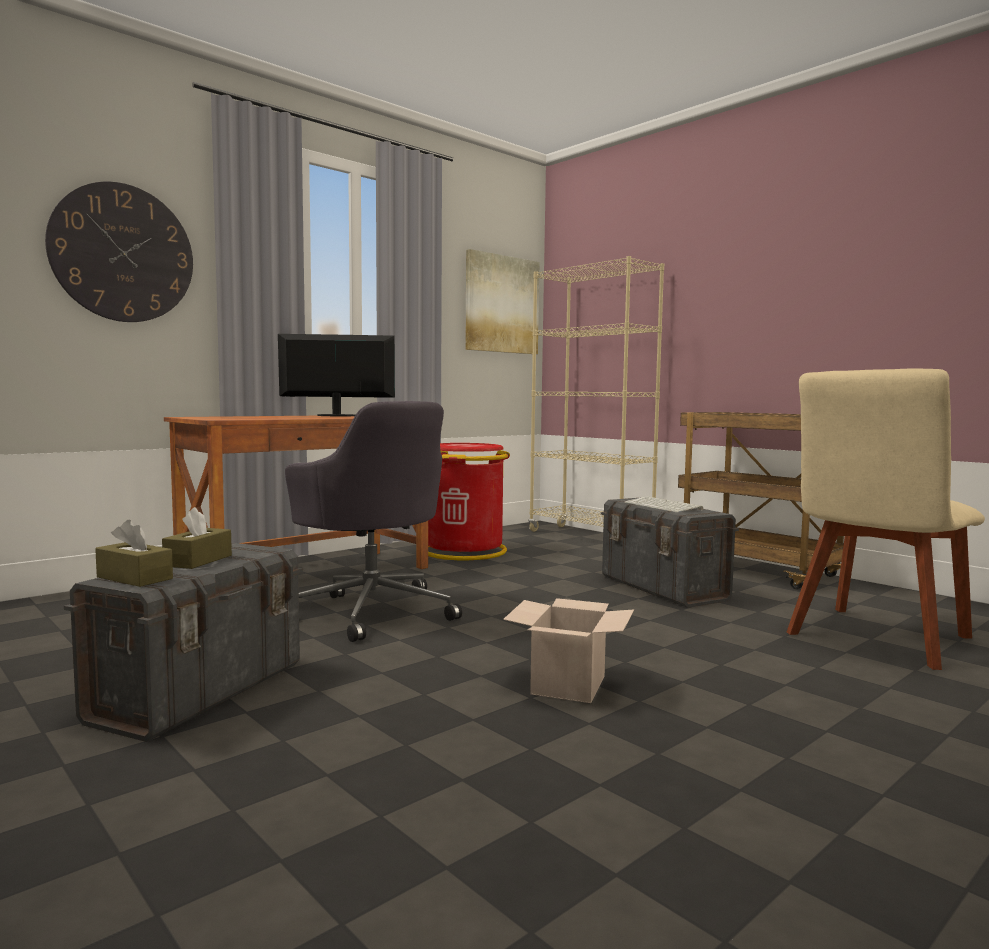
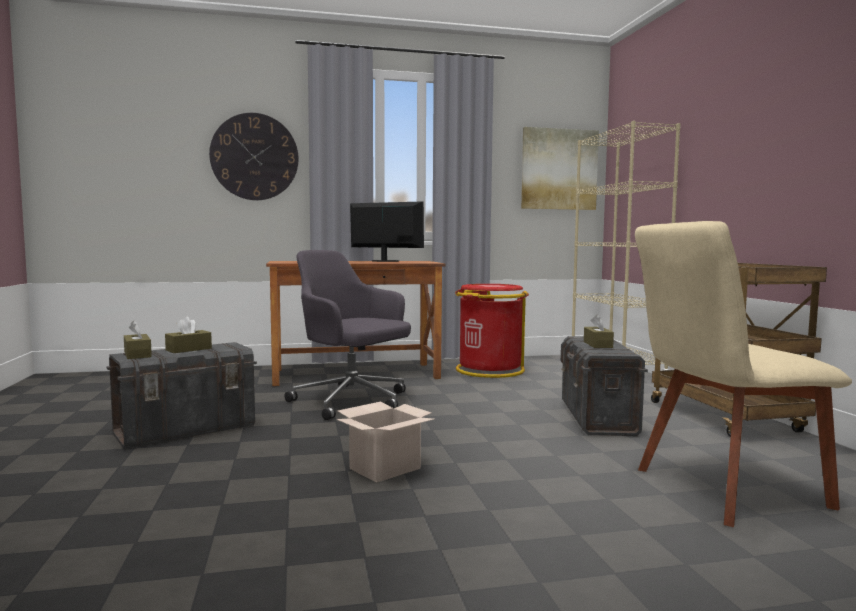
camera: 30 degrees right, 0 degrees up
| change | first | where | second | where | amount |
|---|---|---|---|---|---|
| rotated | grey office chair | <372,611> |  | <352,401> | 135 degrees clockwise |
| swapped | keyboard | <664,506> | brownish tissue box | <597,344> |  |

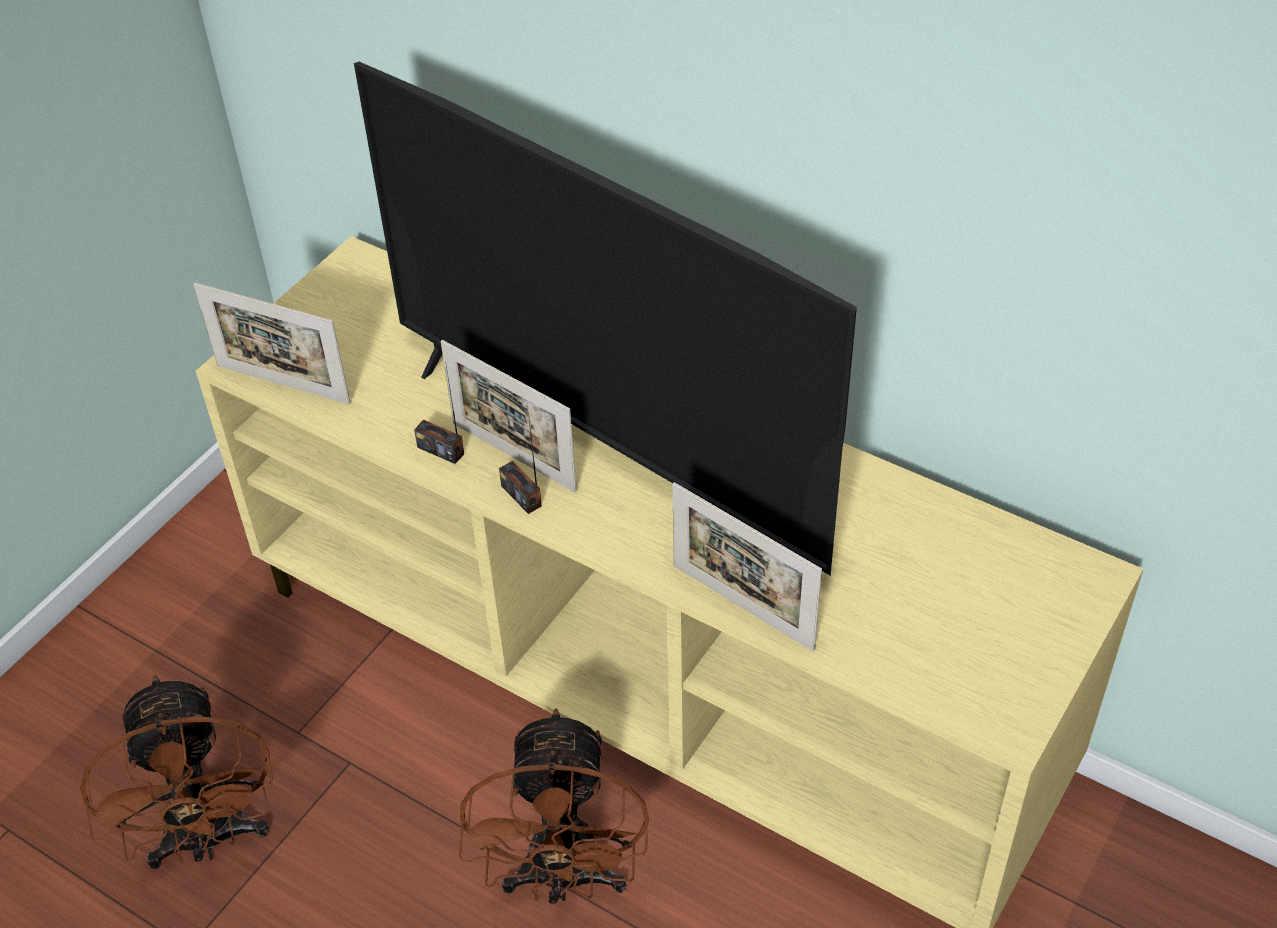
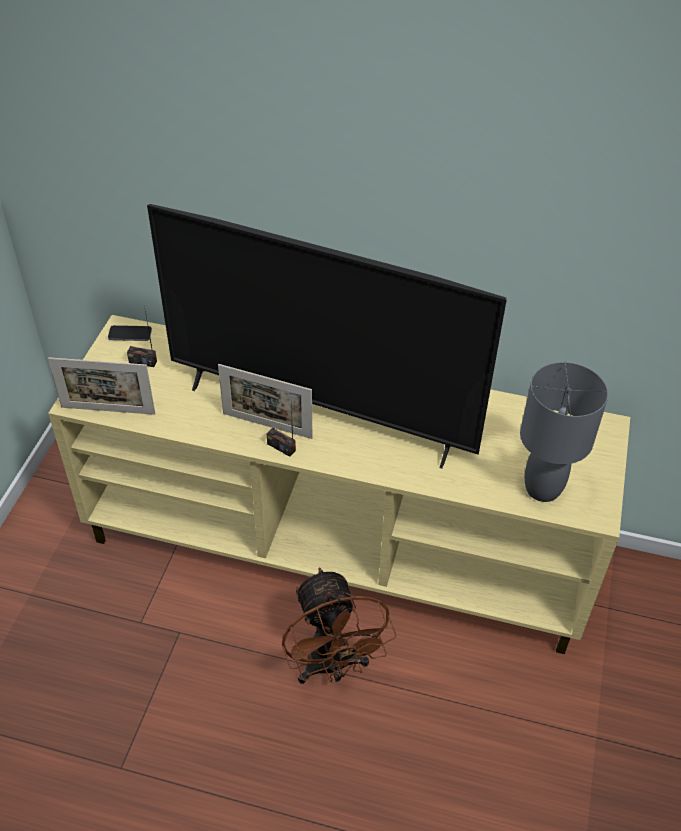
camera: 20 degrees left, 0 degrees up
| change | first | where | second | where | amount |
|---|---|---|---|---|---|
| gone | brownish fan | <208,840> |  |  |  |
| shifted | radio receiver | <441,450> |  | <143,361> |  |
| gone | standing frame | <742,607> |  |  |  |
| new |  |  | phone | <130,334> |  |
| new |  |  | grey table lamp | <542,488> |  |

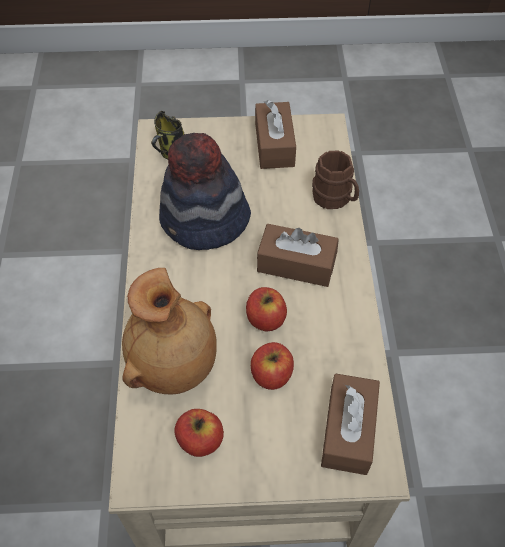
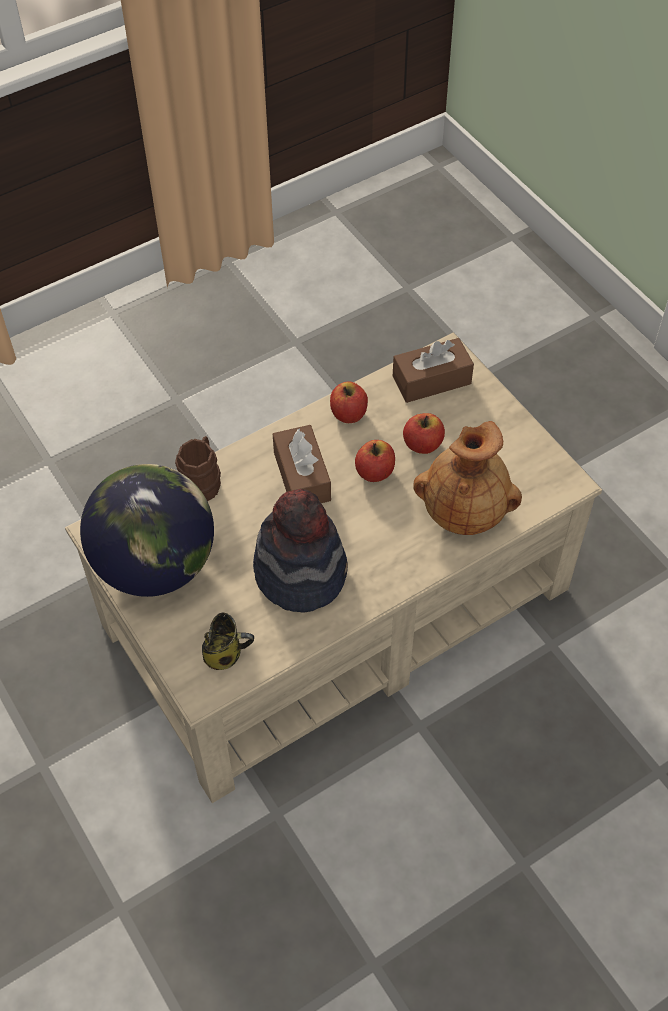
camera: 120 degrees left, 0 degrees up
| change | first | where | second | where | amount |
|---|---|---|---|---|---|
| shifted | apple | <200,440> |  | <348,413> |  |
| swapped | brownish tissue box | <274,145> | globe | <155,565> |  |

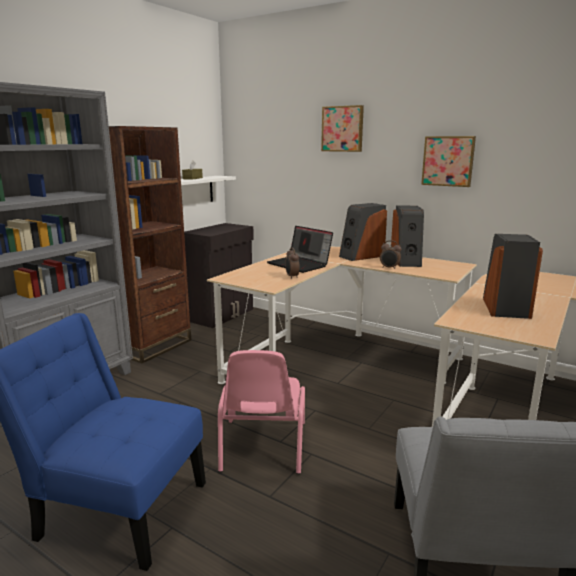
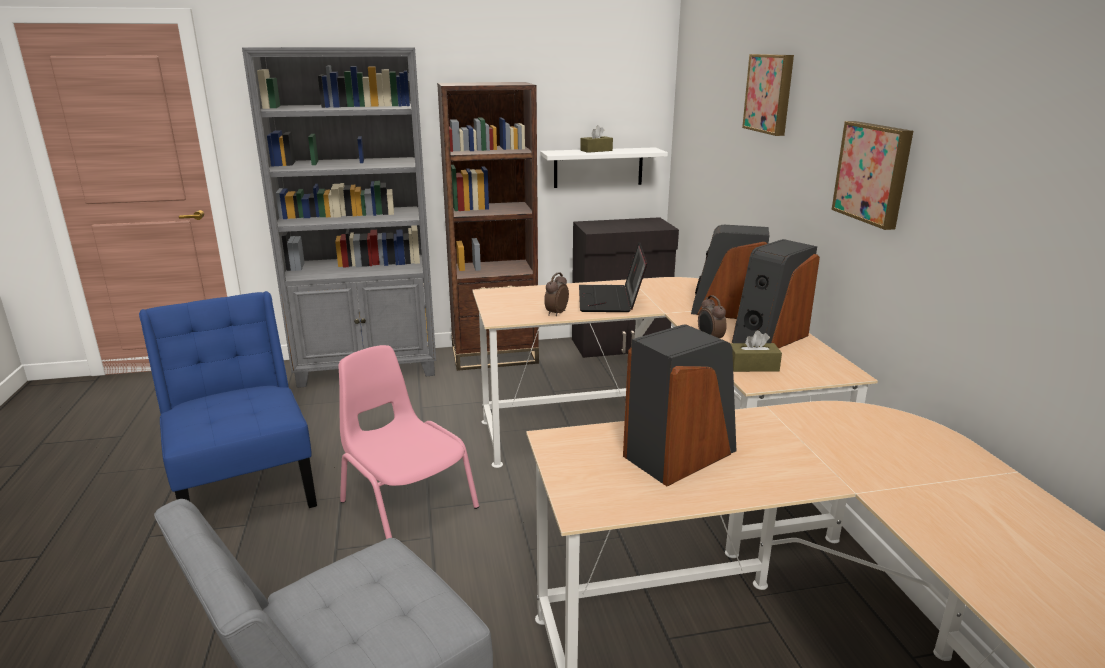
camera: 45 degrees right, 5 degrees up
| change | first | where | second | where | amount |
|---|---|---|---|---|---|
| rotated | pinkish upright chair | <262,447> |  | <407,504> | 90 degrees clockwise |
| new |  |  | brownish tissue box | <752,366> |  |

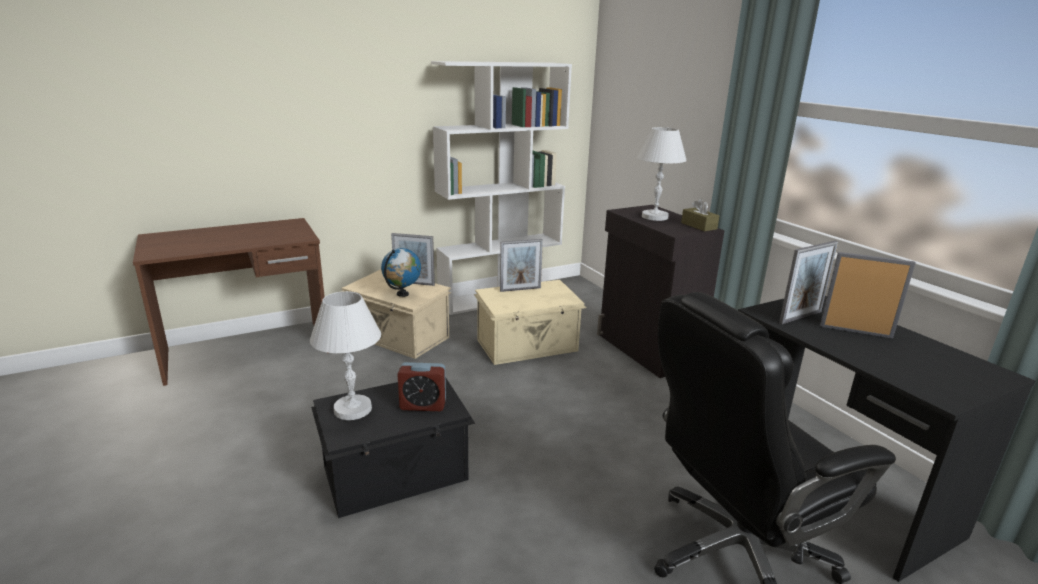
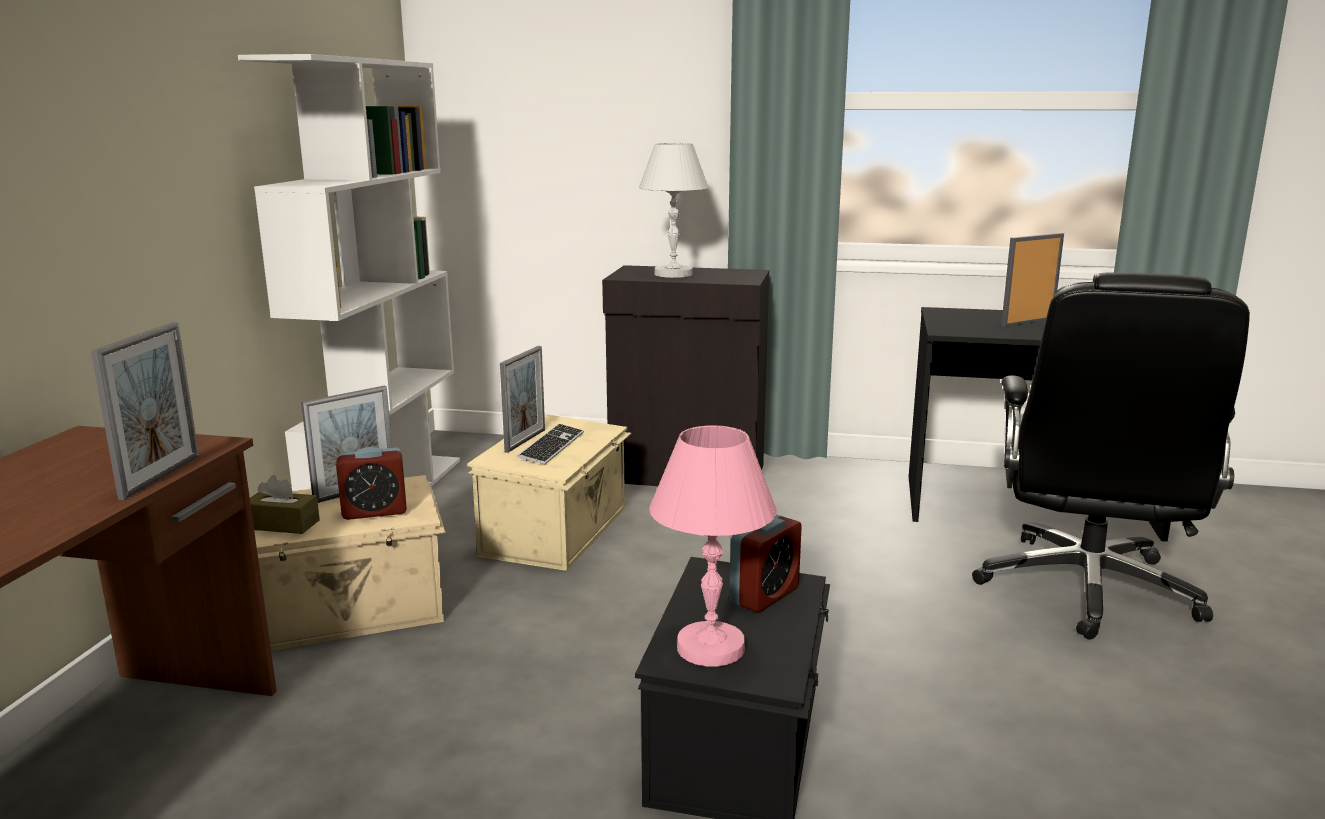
camera: 50 degrees left, 5 degrees down
| change | first | where | second | where | amount |
|---|---|---|---|---|---|
| repainted | white-coloured table lamp | <353,409> | pinkish table lamp | <712,647> |  |
| swapped | globe | <402,294> | bedside clock | <374,512> |  |
| shifted | brownish tissue box | <698,226> |  | <282,524> |  |
| shifted | standing frame | <800,317> |  | <161,477> |  |
| new |  |  | keyboard | <552,446> |  |

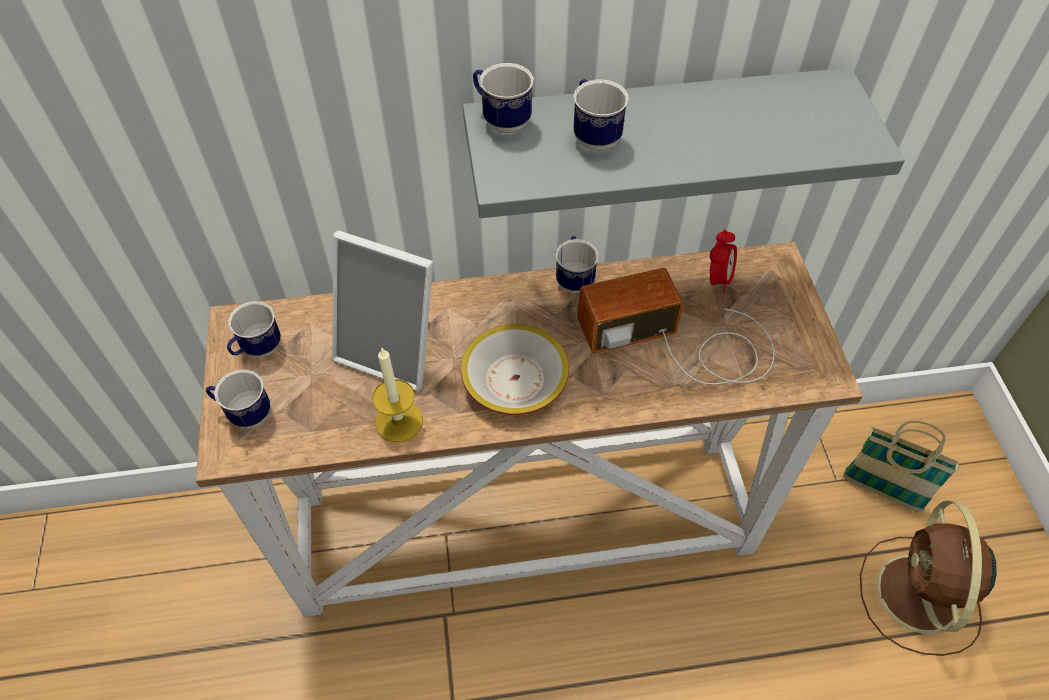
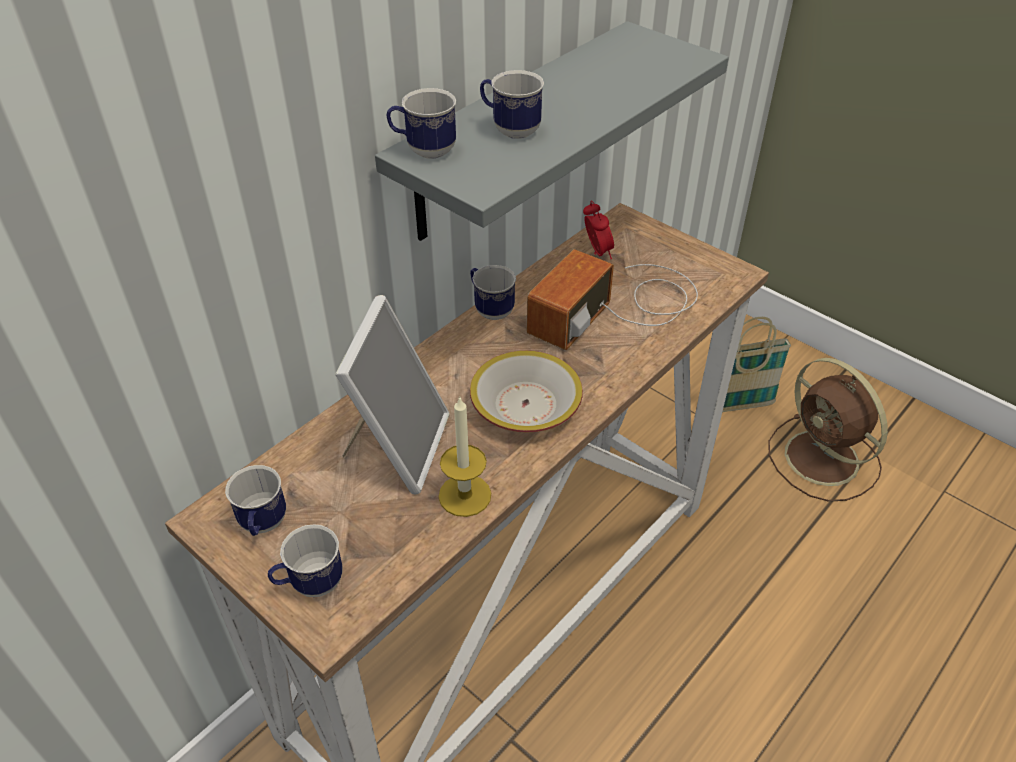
camera: 40 degrees left, 10 degrees down
| change | first | where | second | where | amount |
|---|---|---|---|---|---|
| rotated | standing frame | <393,350> |  | <397,446> | 60 degrees counterclockwise |

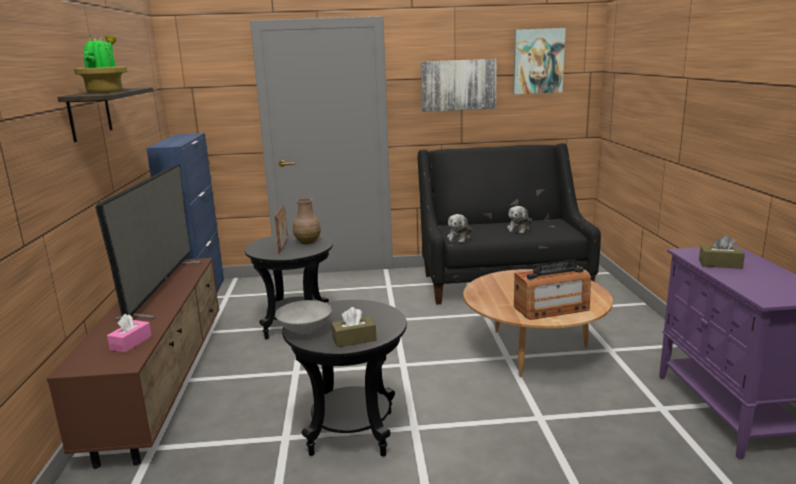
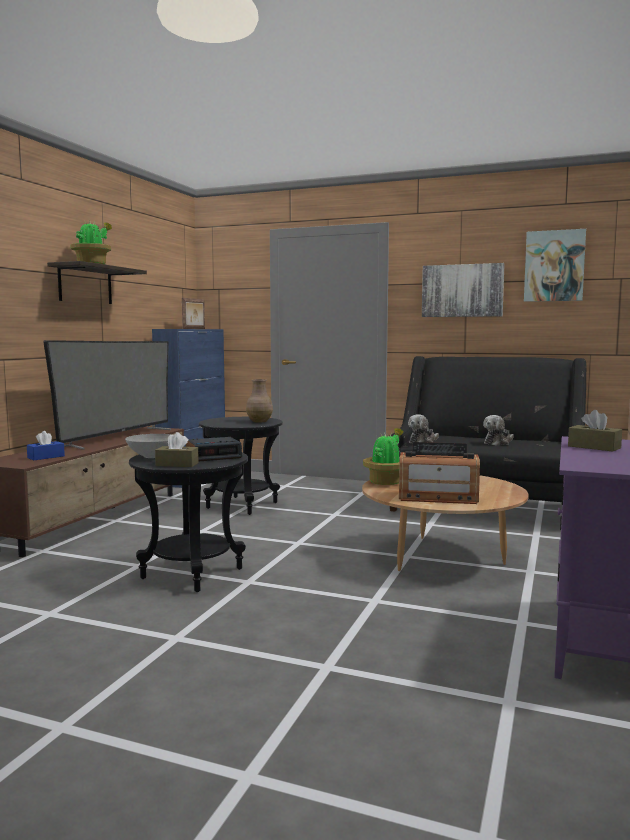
camera: 25 degrees right, 10 degrees down
| change | first | where | second | where | amount |
|---|---|---|---|---|---|
| repainted | pinkish tissue box | <131,343> | blue tissue box | <46,457> |  |
| shifted | standing frame | <283,246> |  | <194,328> |  |
| new |  |  | bedside clock | <214,456> |  |
| new |  |  | plant in a pot | <386,482> |  |

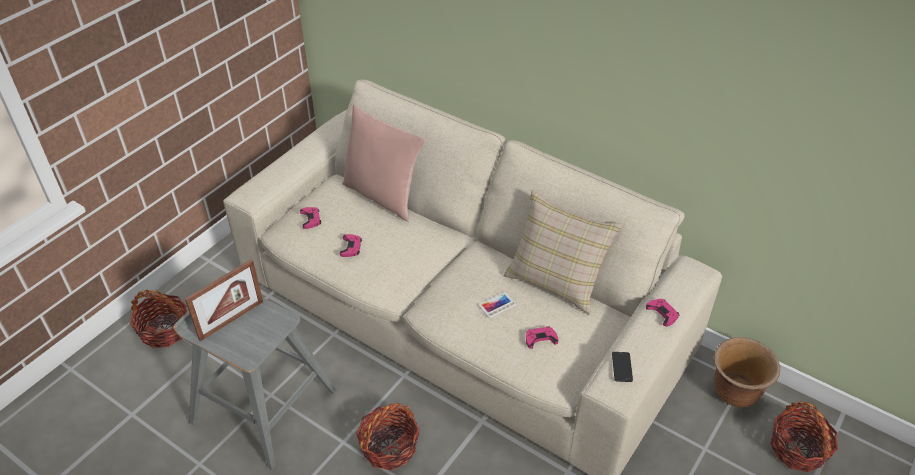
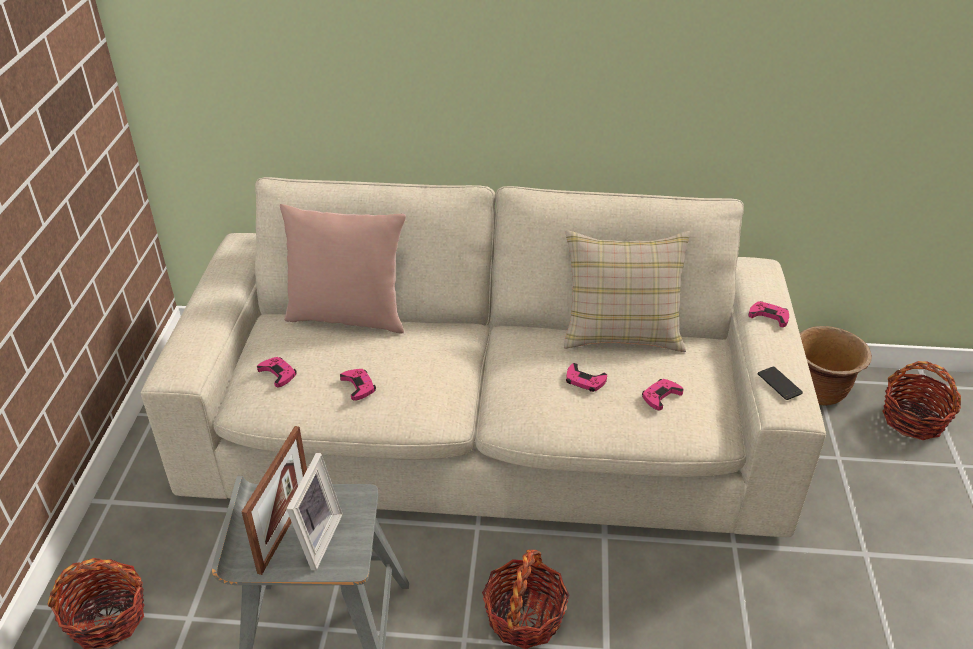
camera: 30 degrees left, 5 degrees down
| change | first | where | second | where | amount |
|---|---|---|---|---|---|
| swapped | phone | <497,305> | pinkish gamepad | <584,381> |  |
| new |  |  | standing frame | <314,538> |  |

